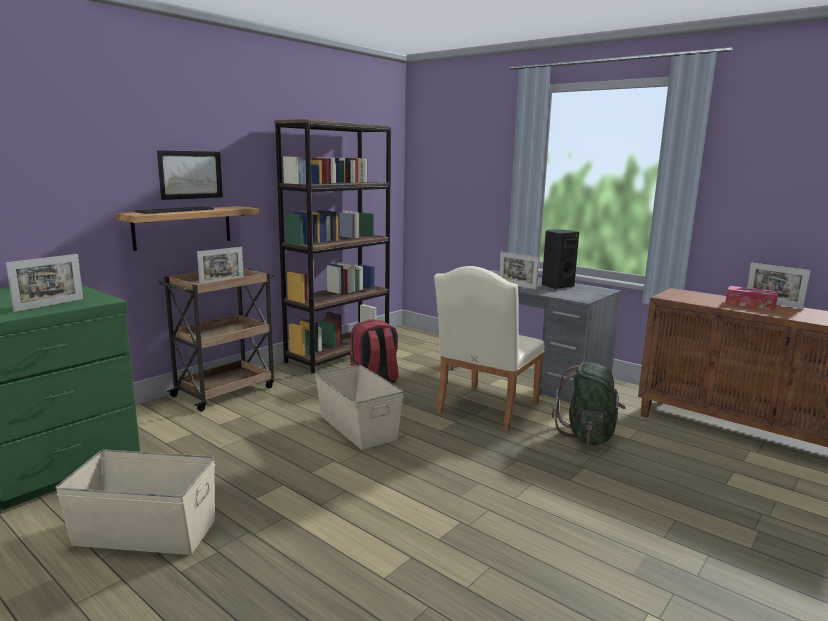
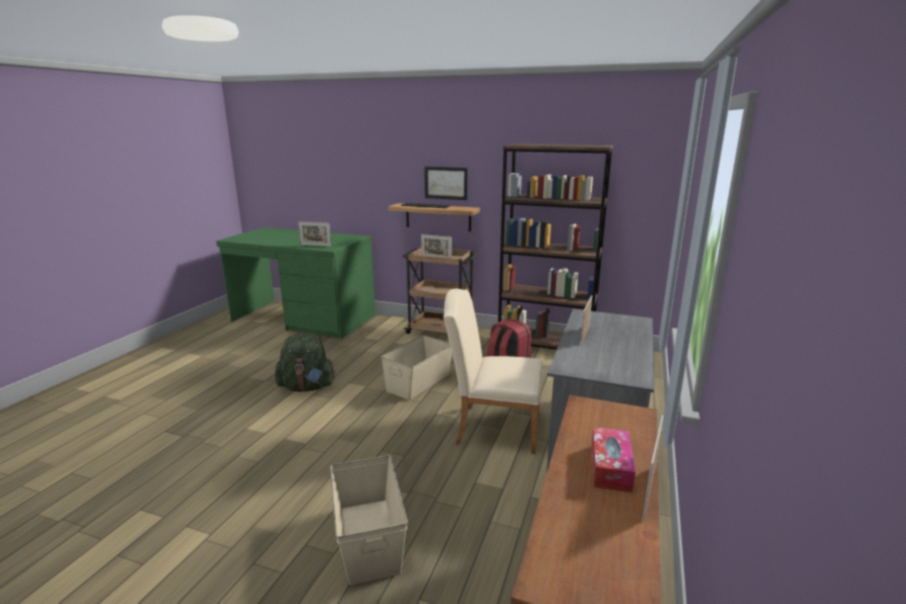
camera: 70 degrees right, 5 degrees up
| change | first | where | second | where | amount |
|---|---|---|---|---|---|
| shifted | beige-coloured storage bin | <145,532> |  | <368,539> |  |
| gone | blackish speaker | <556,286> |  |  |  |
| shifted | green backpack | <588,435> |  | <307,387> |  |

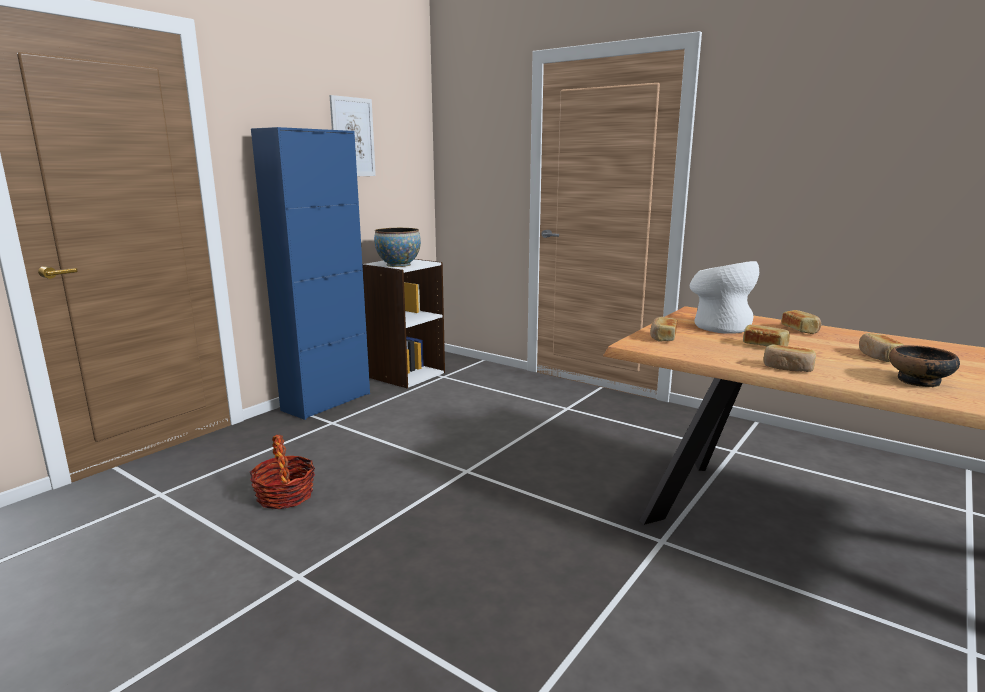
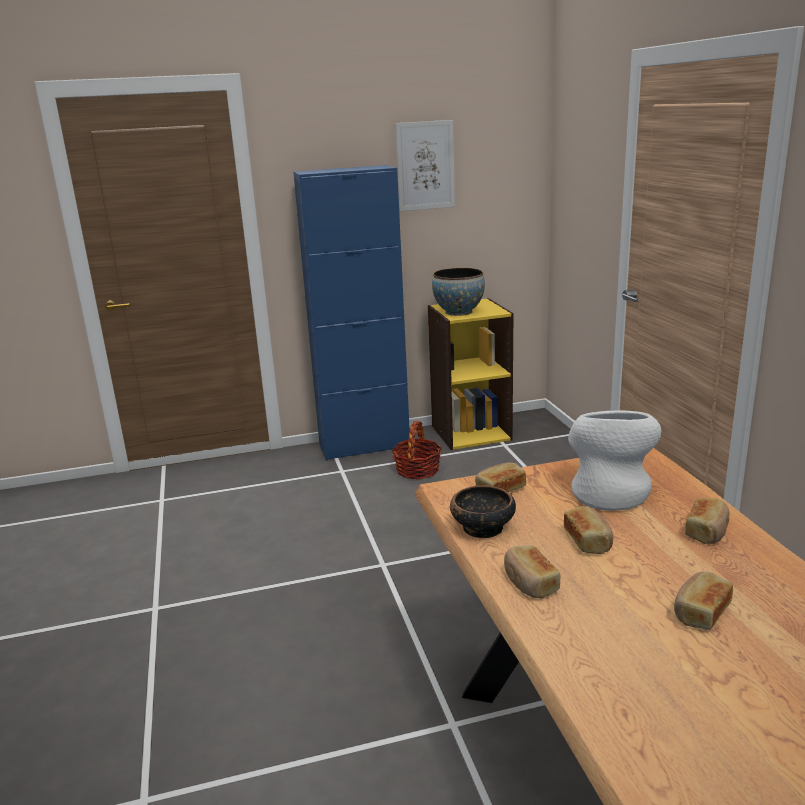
camera: 40 degrees right, 5 degrees up
| change | first | where | second | where | amount |
|---|---|---|---|---|---|
| shifted | household basket | <285,496> |  | <417,470> |  |
| repainted | white-coloured bookshelf | <405,374> | yellow-coloured bookshelf | <470,432> |  |
| shifted | serving bowl | <919,381> |  | <482,528> |  |

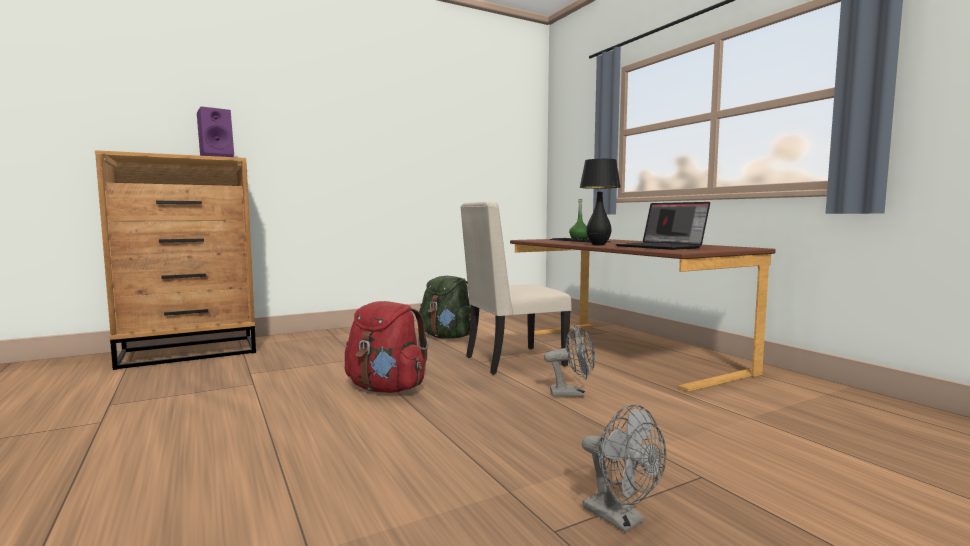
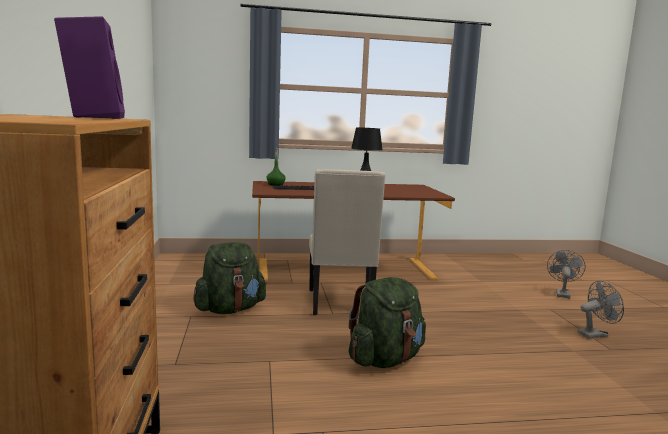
camera: 70 degrees left, 5 degrees up
| change | first | where | second | where | amount |
|---|---|---|---|---|---|
| repainted | red backpack | <386,388> | green backpack | <385,360> |  |
| shifted | grey fan | <572,393> |  | <562,293> |  |
| gone | portable computer | <662,247> |  |  |  |

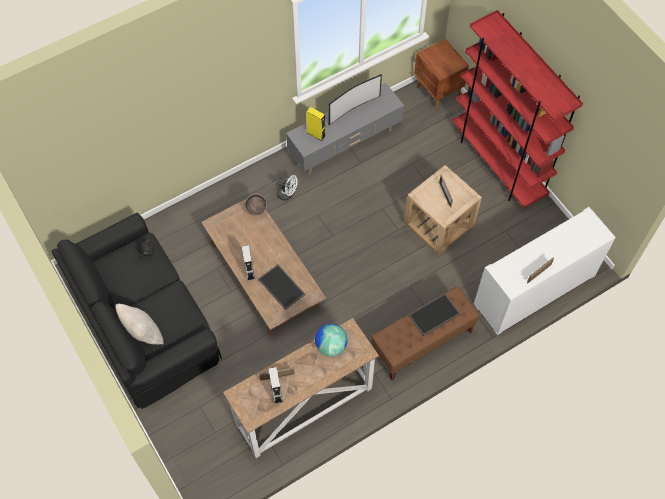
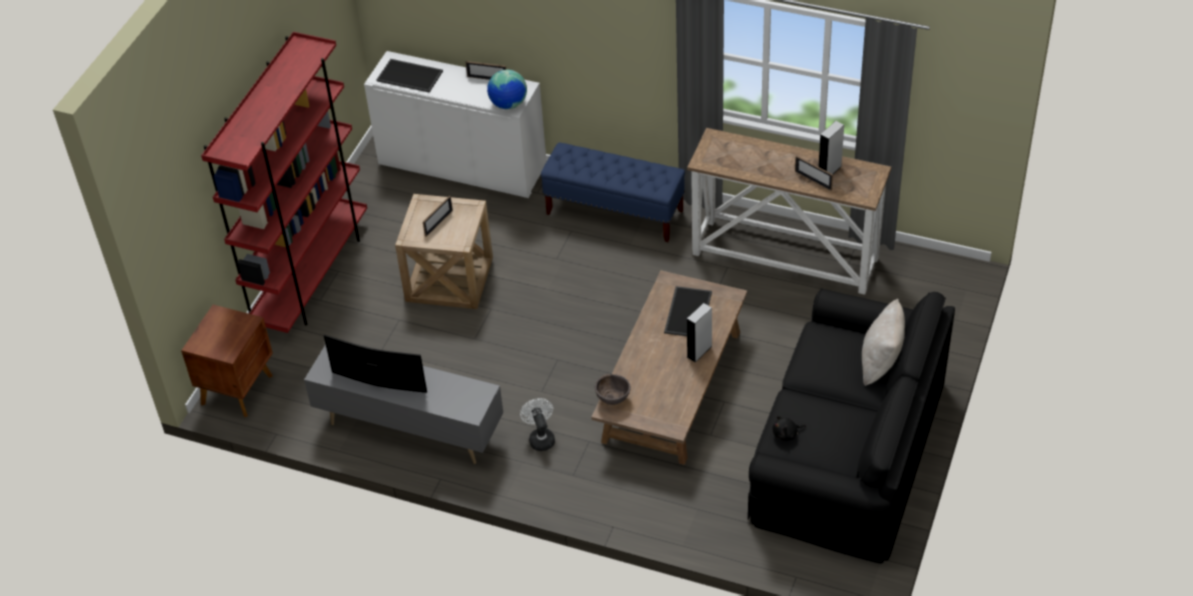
camera: 125 degrees left, 15 degrees down
| change | first | where | second | where | amount |
|---|---|---|---|---|---|
| gone | yellow-coloured speaker | <316,134> |  |  |  |
| shifted | globe | <330,346> |  | <508,104> |  |
| repainted | brownish indoor bench | <421,342> | blue indoor bench | <615,213> |  |
| shifted | tray | <434,315> |  | <410,75> |  |

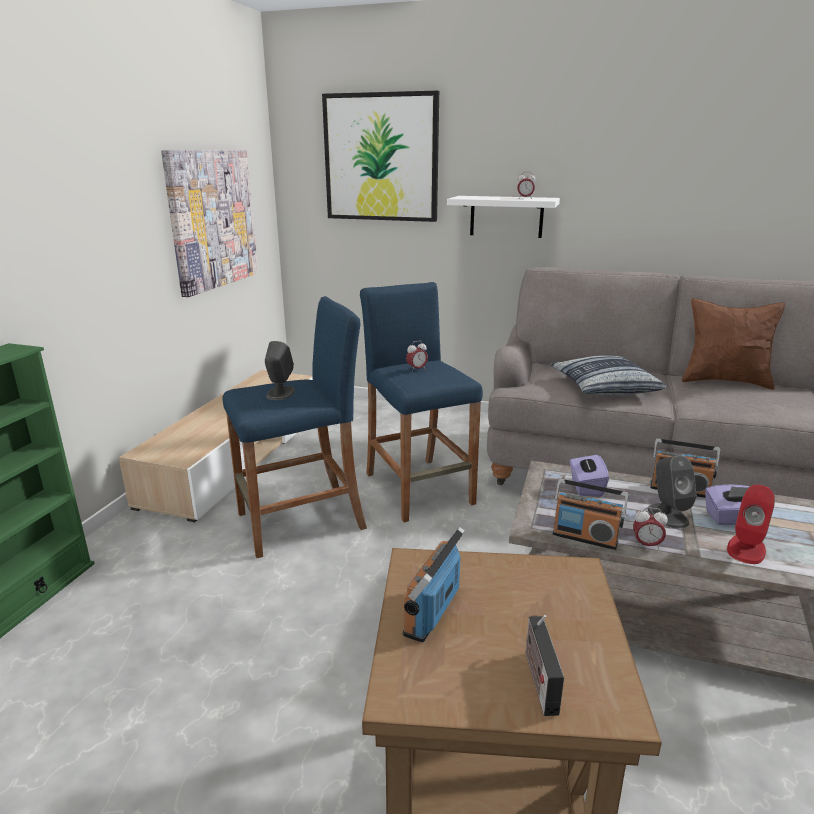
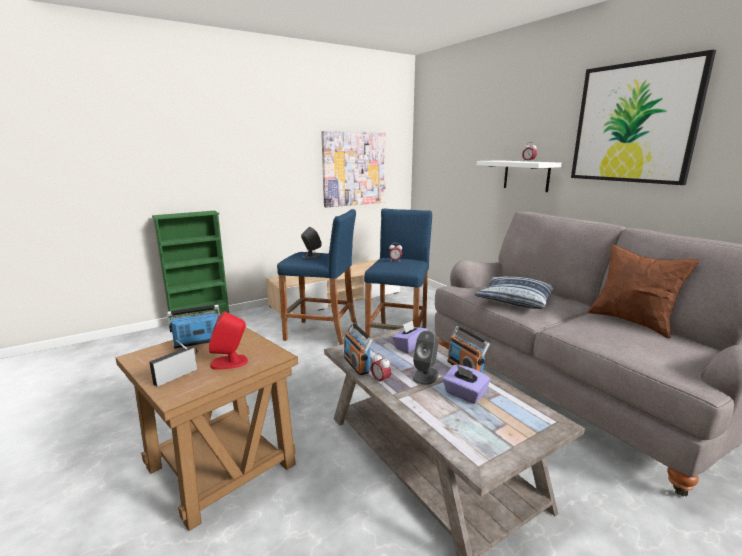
camera: 40 degrees right, 5 degrees down
| change | first | where | second | where | amount |
|---|---|---|---|---|---|
| shifted | wall art | <381,158> |  | <634,123> |  |
| shifted | red speaker | <746,549> |  | <229,362> |  |

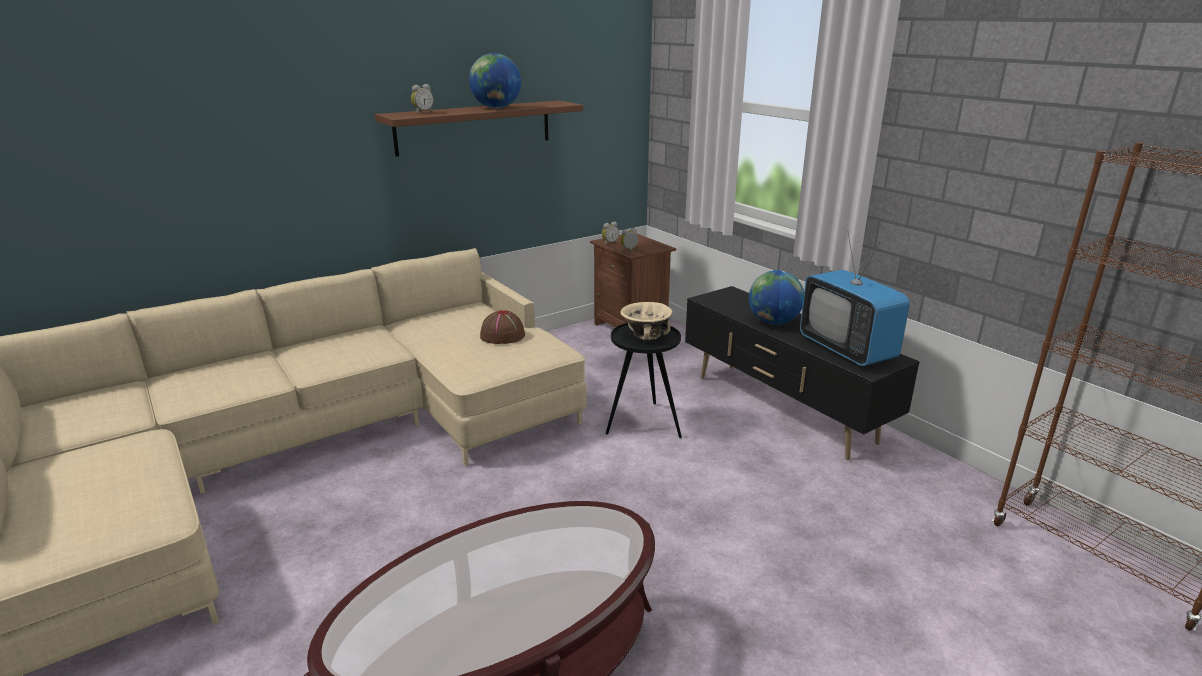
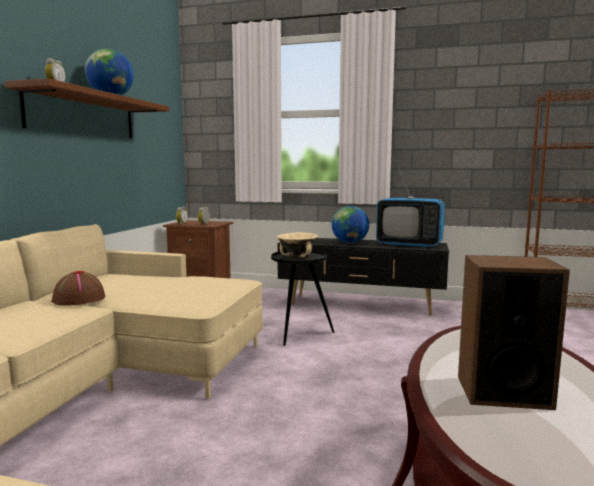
camera: 40 degrees left, 15 degrees down
| change | first | where | second | where | amount |
|---|---|---|---|---|---|
| shifted | brownish clothing hat | <502,336> |  | <78,299> |  |
| new |  |  | speaker | <502,392> |  |

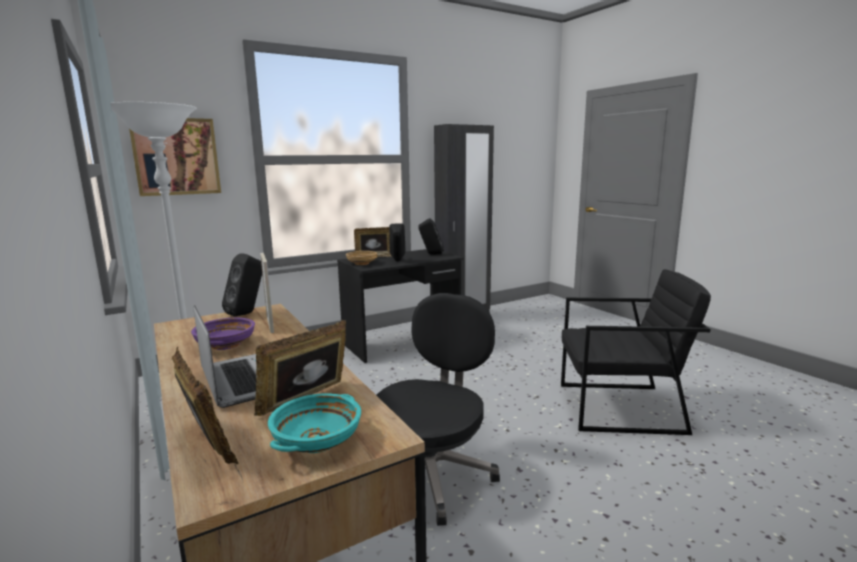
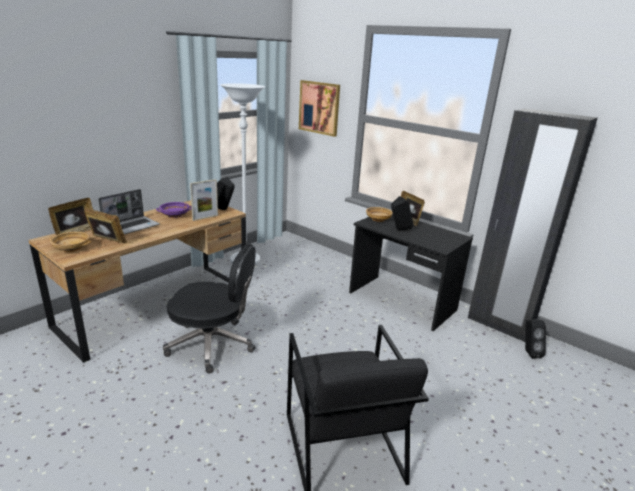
camera: 70 degrees right, 10 degrees up
| change | first | where | second | where | amount |
|---|---|---|---|---|---|
| repainted | turquoise-coloured serving bowl | <317,441> | beige-coloured serving bowl | <71,248> |  |
| shifted | blackish speaker | <431,254> |  | <529,352> |  |

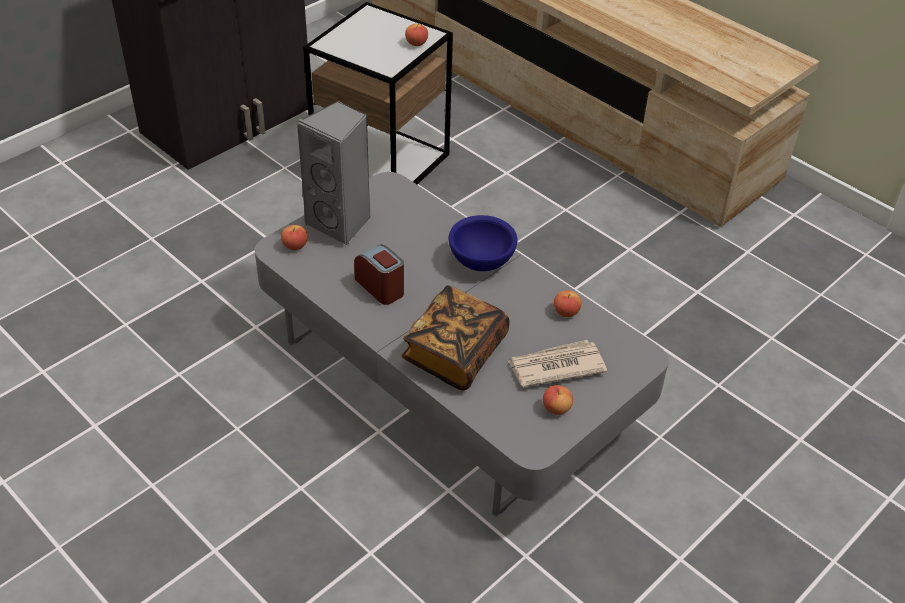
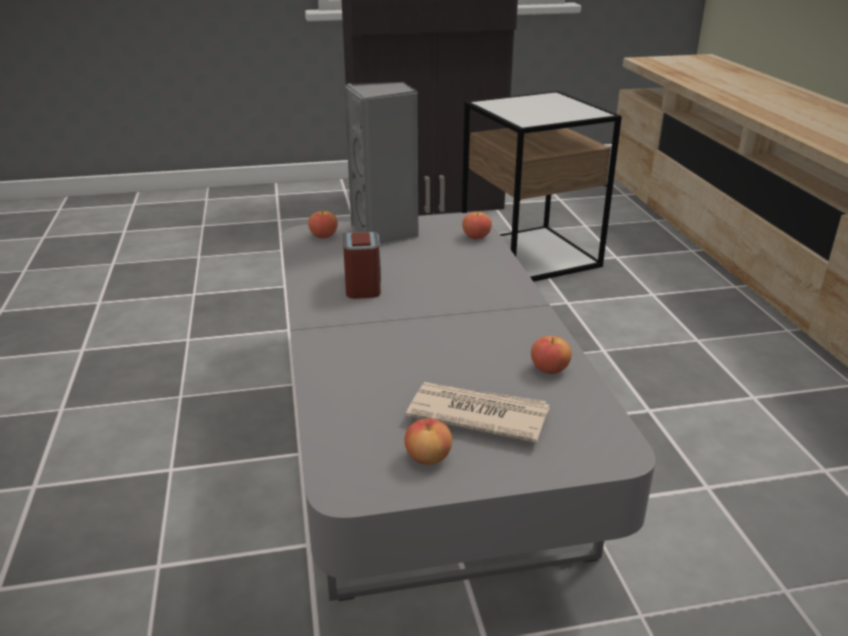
camera: 35 degrees right, 15 degrees down
| change | first | where | second | where | amount |
|---|---|---|---|---|---|
| gone | book | <455,353> |  |  |  |
| shifted | apple | <416,43> |  | <476,237> |  |
| gone | blue serving bowl | <480,262> |  |  |  |

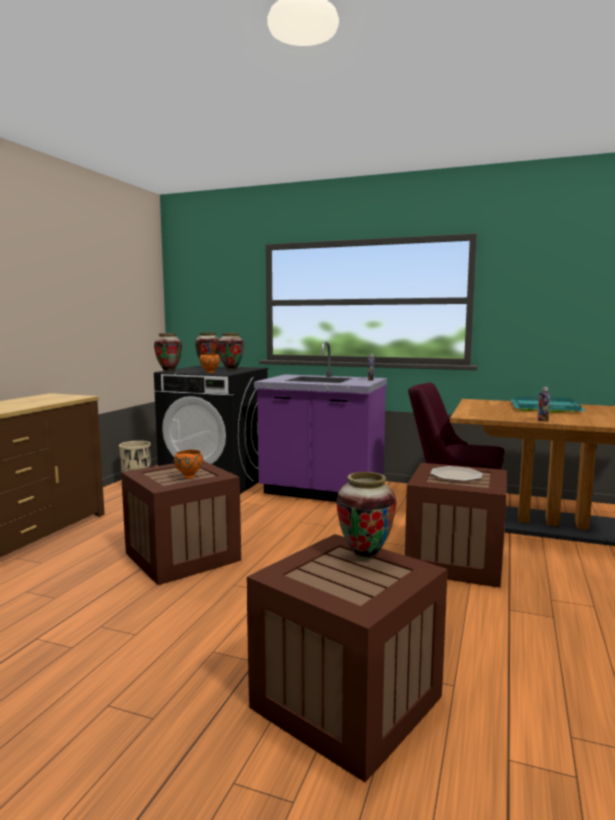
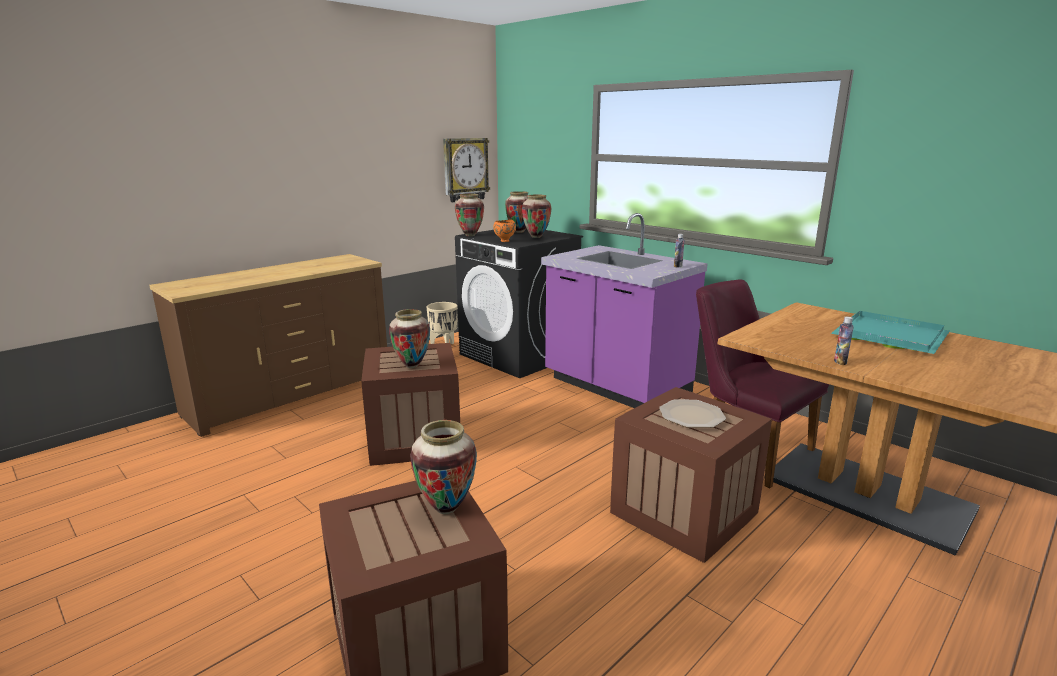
camera: 25 degrees right, 10 degrees up
| change | first | where | second | where | amount |
|---|---|---|---|---|---|
| swapped | orange serving bowl | <189,477> | flower vase | <412,366> |  |
| new |  |  | hanging clock | <465,169> |  |

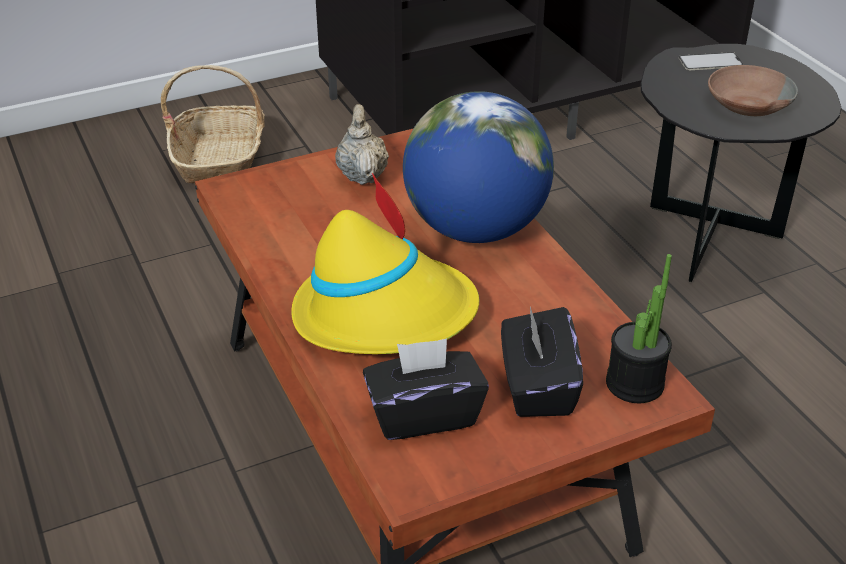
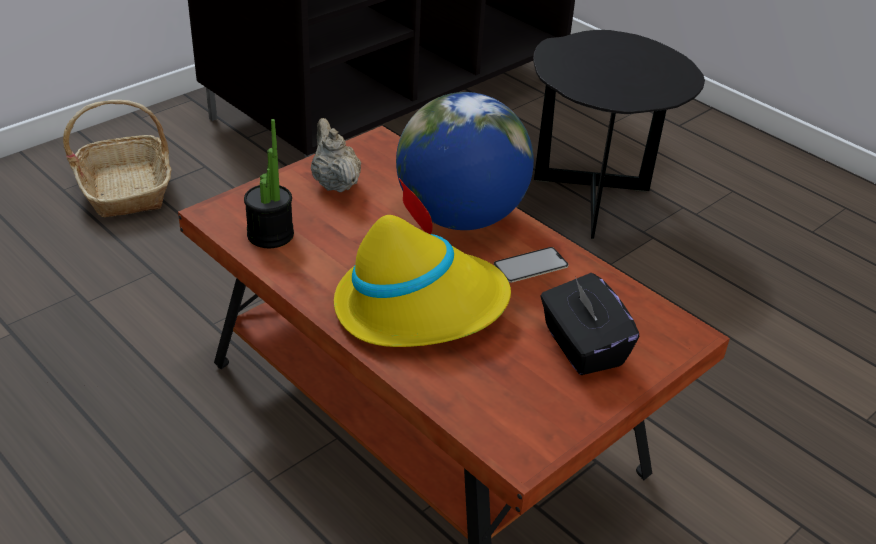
camera: 20 degrees left, 0 degrees up
| change | first | where | second | where | amount |
|---|---|---|---|---|---|
| gone | blackish tissue box | <424,414> |  |  |  |
| shifted | plant in a pot | <634,384> |  | <270,235> |  |
| shifted | phone | <710,62> |  | <531,265> |  |
| gone | brownish serving bowl | <747,103> |  |  |  |

